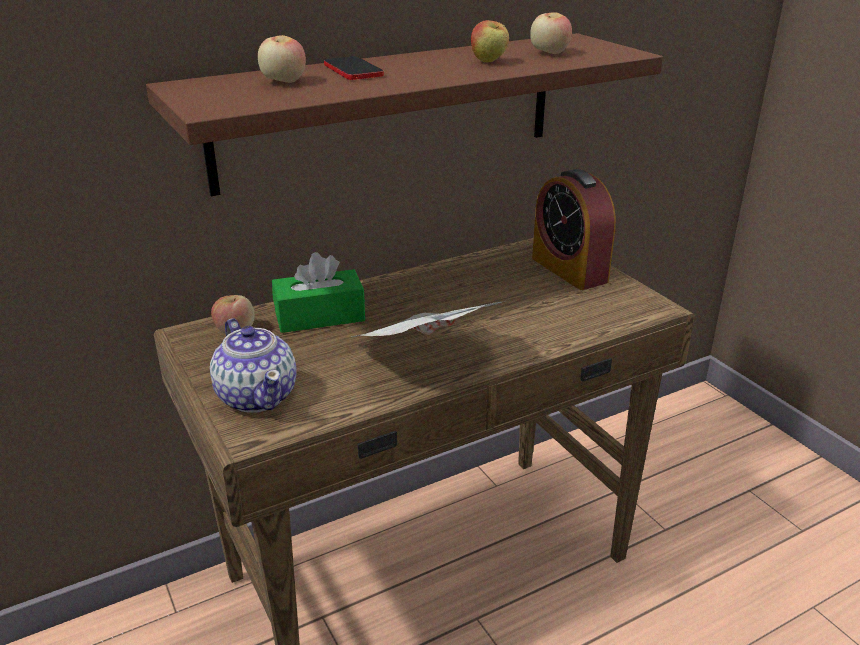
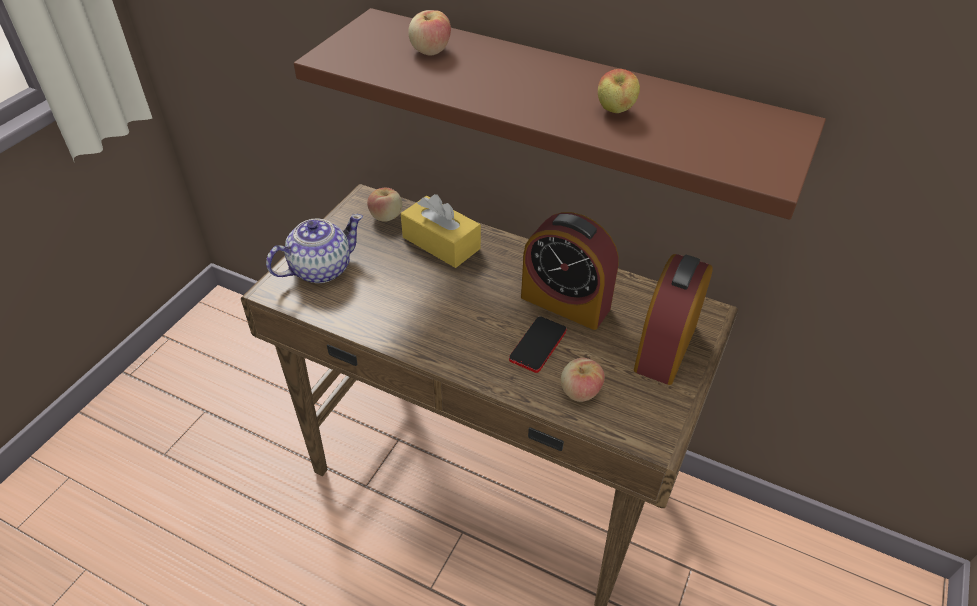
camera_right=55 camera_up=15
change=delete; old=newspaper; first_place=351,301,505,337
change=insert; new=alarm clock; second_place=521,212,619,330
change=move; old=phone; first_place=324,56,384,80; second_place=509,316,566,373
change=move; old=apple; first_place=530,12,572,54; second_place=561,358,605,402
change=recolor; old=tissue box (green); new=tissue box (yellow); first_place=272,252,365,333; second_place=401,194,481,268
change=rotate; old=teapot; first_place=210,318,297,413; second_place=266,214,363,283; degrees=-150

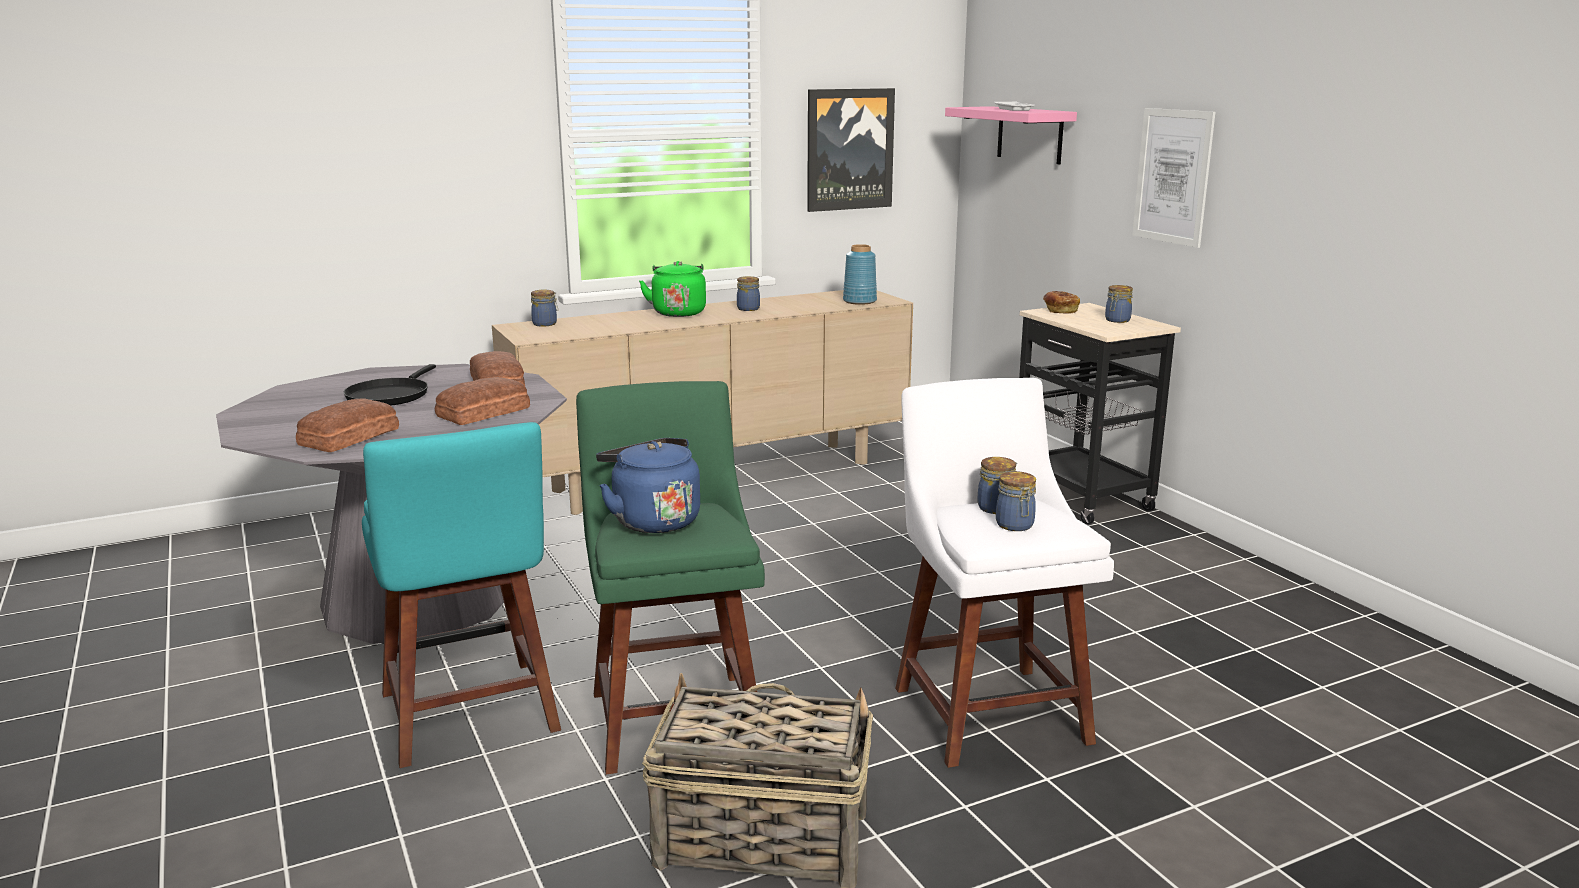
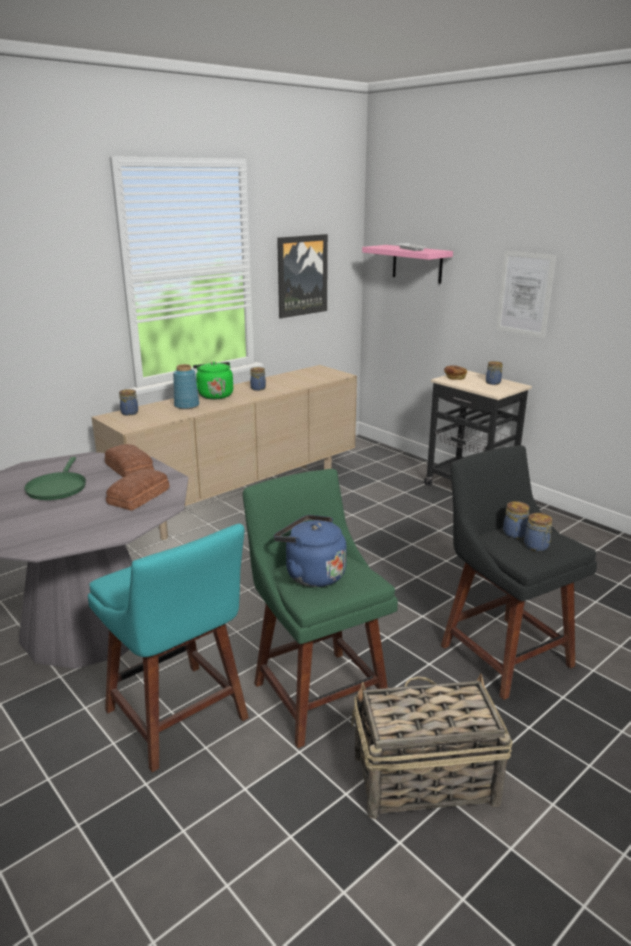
camera_right=-15 camera_up=5
change=delete; old=bread; first_place=296,398,399,452
change=move; old=vase (blue); first_place=843,244,877,305; second_place=173,364,199,409
change=recolor; old=frying pan (black); new=frying pan (green); first_place=344,364,436,406; second_place=24,457,86,500
change=recolor; old=stool (white); new=stool (black); first_place=895,378,1114,768; second_place=441,445,597,700

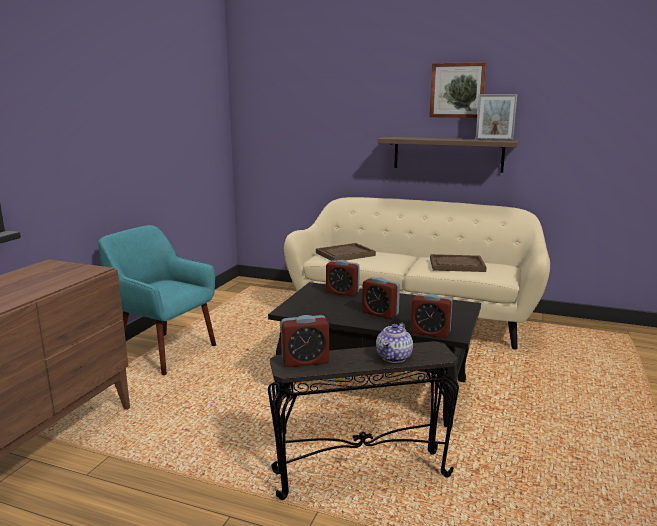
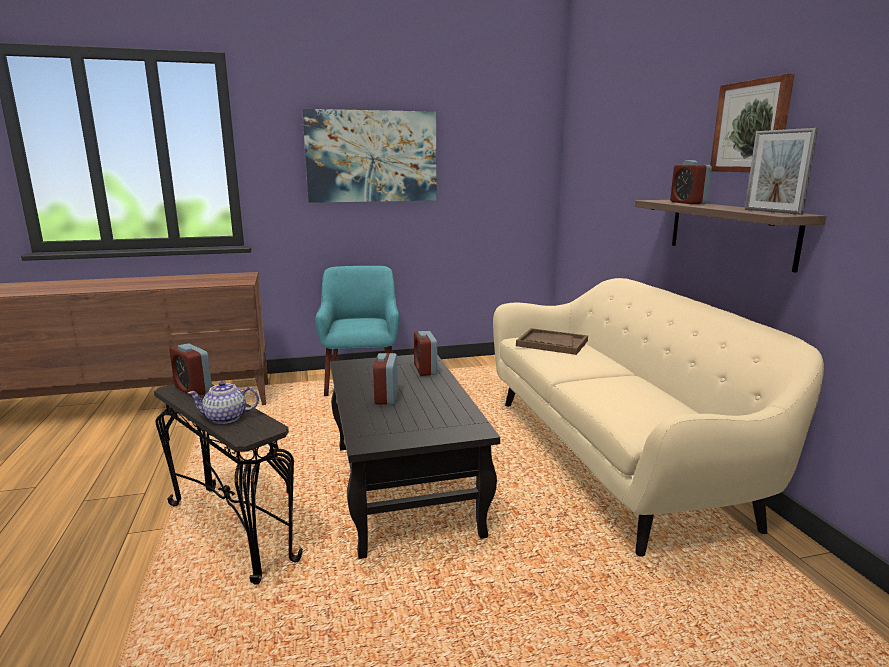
camera_right=55 camera_up=0
change=delete; old=tray (brown); first_place=430,254,487,272
change=insert; new=picture; second_place=302,109,436,203
change=move; old=alarm clock; first_place=411,294,453,338; second_place=670,160,712,204

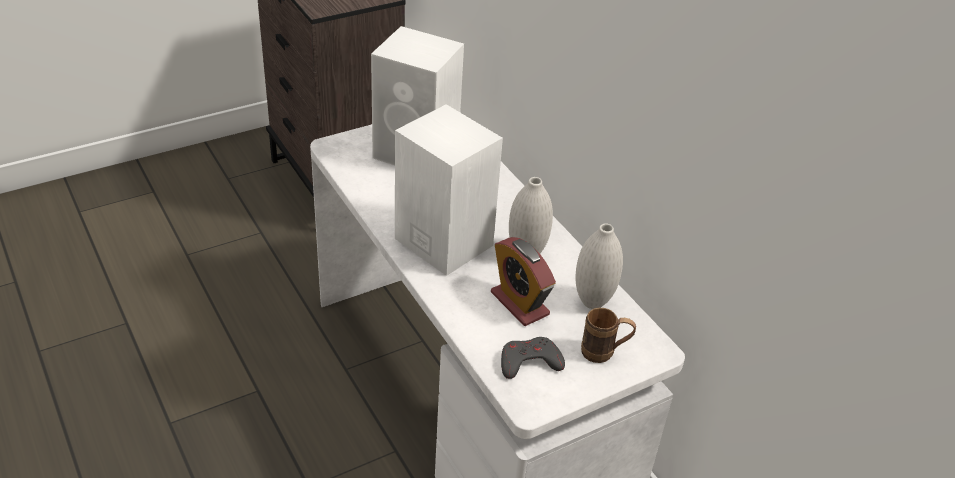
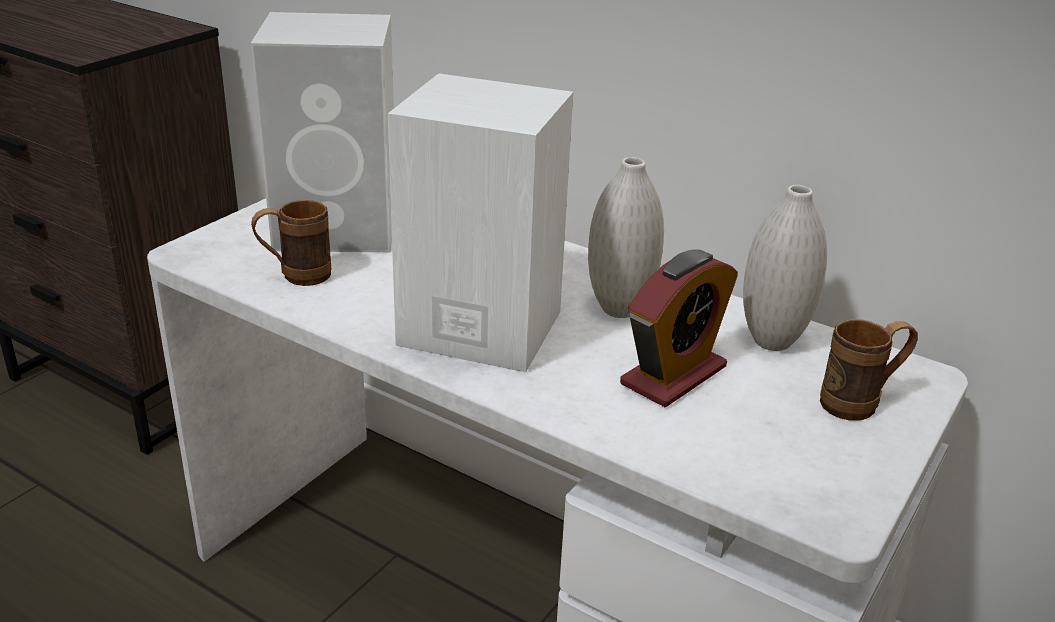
camera_right=-25 camera_up=-10
change=delete; old=game controller (grey); first_place=501,337,565,379
change=insert; new=mug (brown); second_place=251,200,331,286
change=rotate; old=alarm clock; first_place=491,237,556,326; second_place=620,250,738,407; degrees=-75

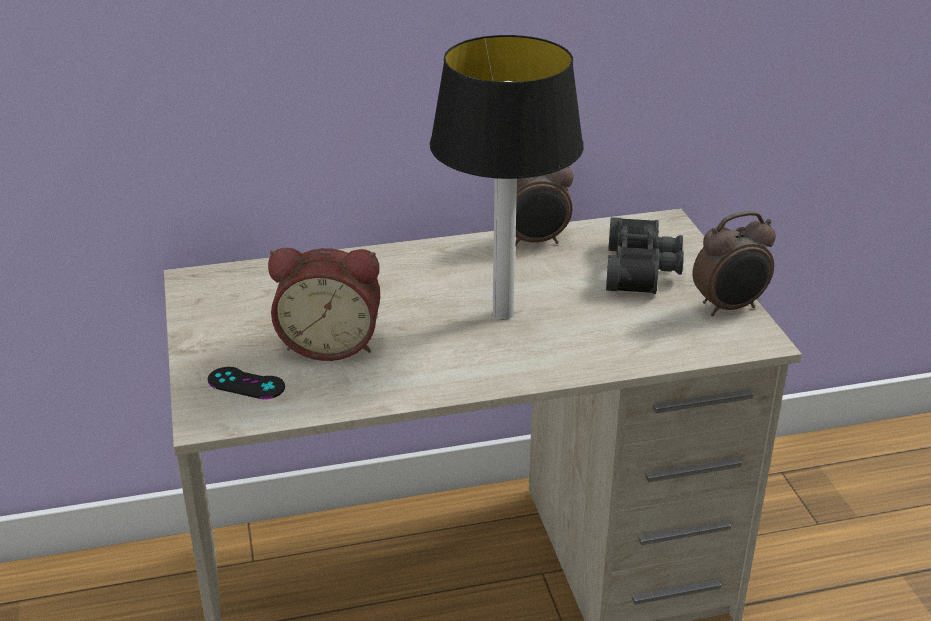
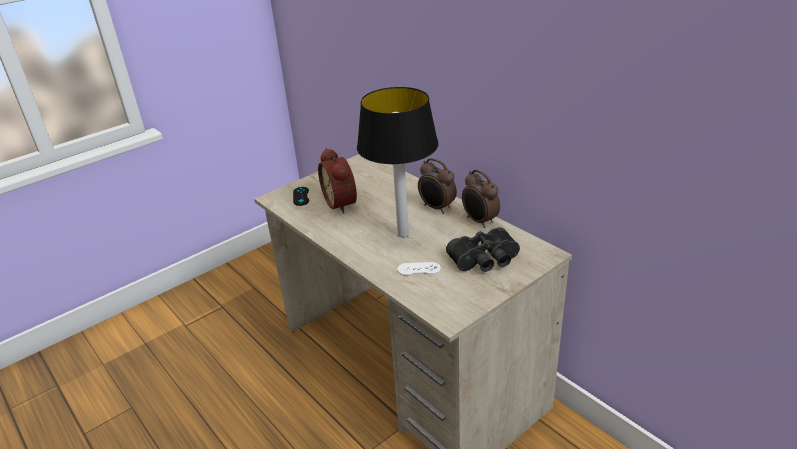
camera_right=65 camera_up=0
change=insert; new=game controller (white); second_place=397,262,441,276
change=move; old=alarm clock; first_place=693,211,776,316; second_place=418,158,457,214

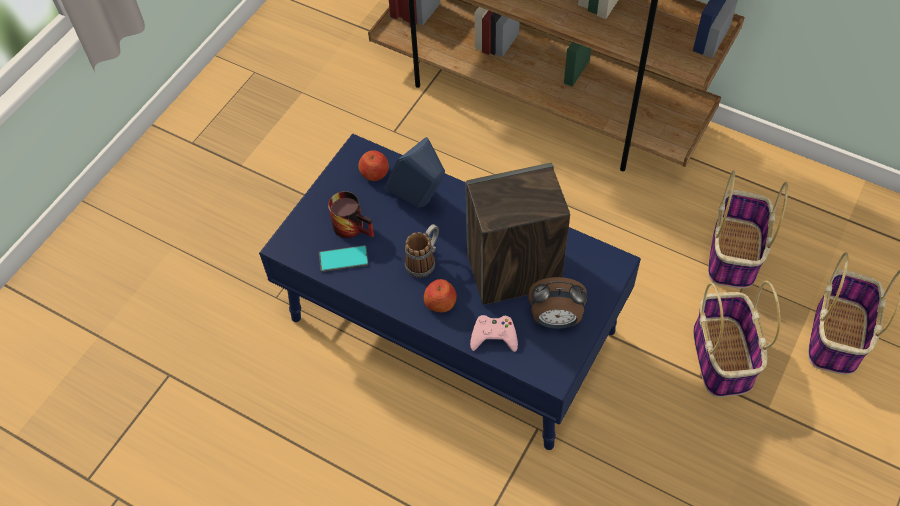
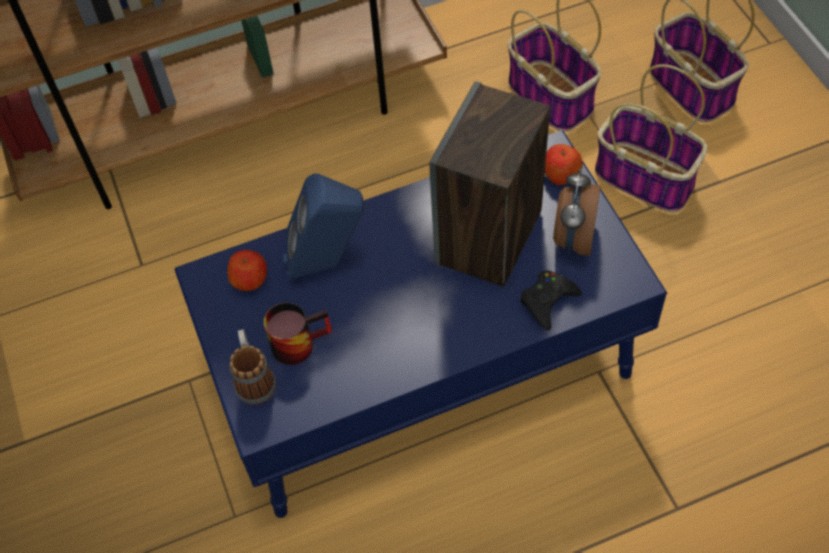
camera_right=-50 camera_up=0
change=delete; old=phone; first_place=319,245,369,272
change=move; old=mug; first_place=405,224,439,278; second_place=230,329,276,405
change=move; old=apple; first_place=424,279,457,312; second_place=545,144,583,185
change=recolor; old=game controller (pink); new=game controller (black); first_place=470,315,518,352; second_place=520,270,582,331
change=rotate; old=alarm clock; first_place=529,277,587,329; second_place=553,169,600,256; degrees=150

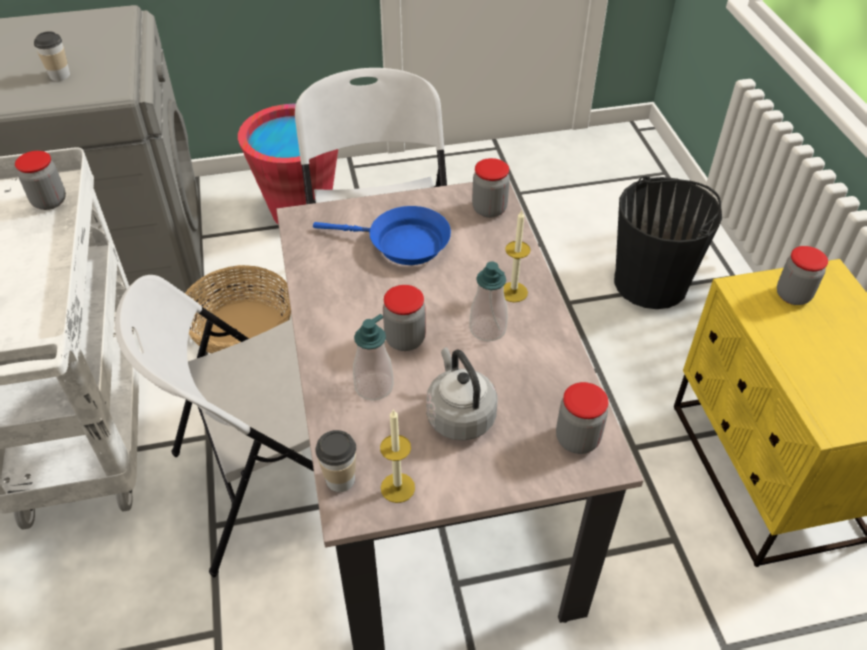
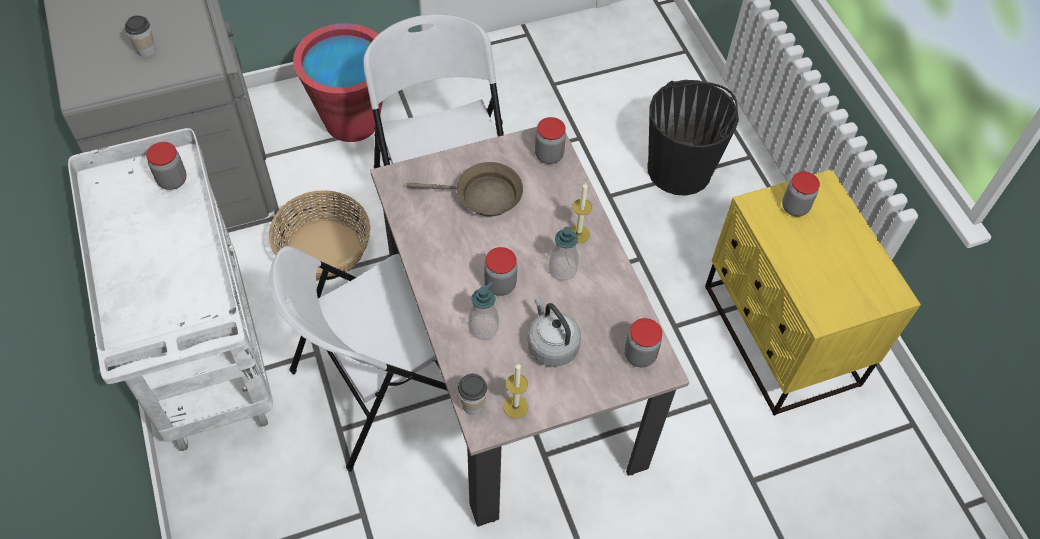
camera_right=-10 camera_up=10
change=recolor; old=frying pan (blue); new=frying pan (brown); first_place=313,206,451,265; second_place=406,162,523,216

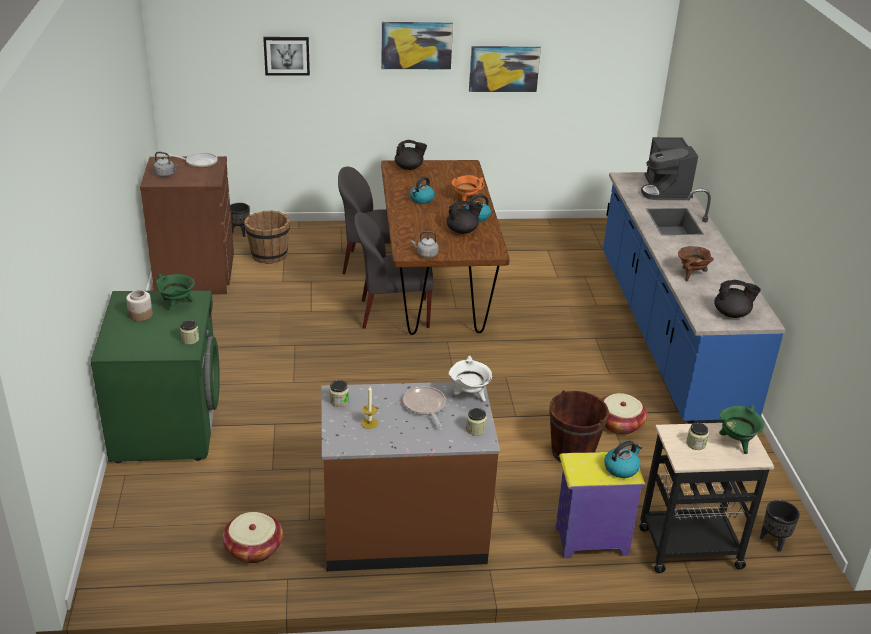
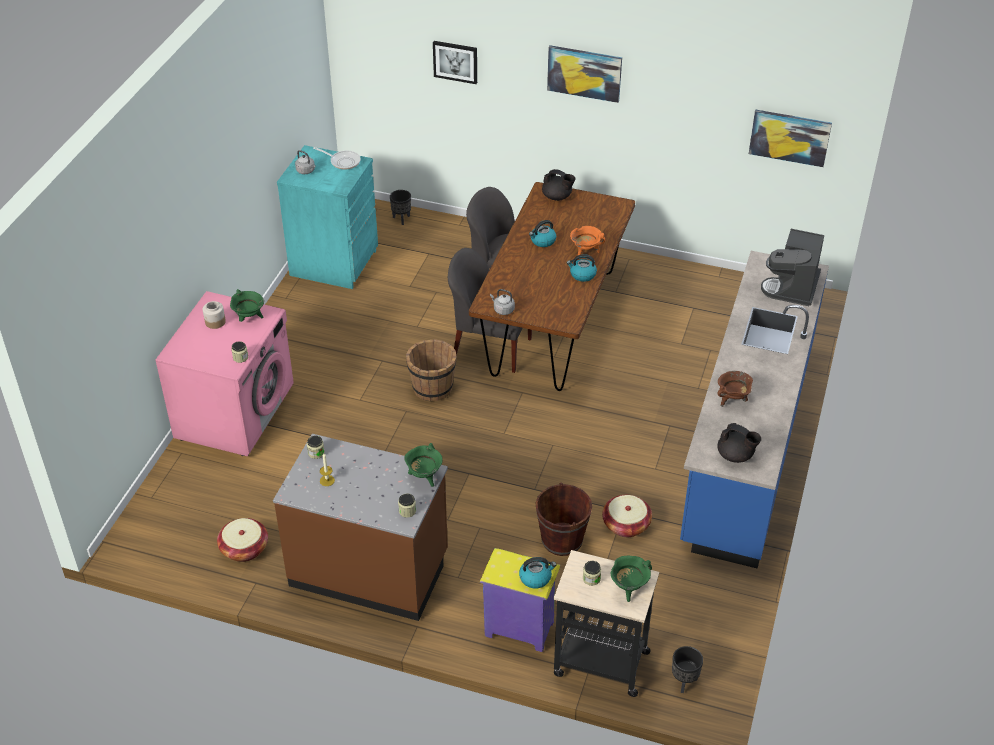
camera_right=25 camera_up=10
change=delete; old=frying pan; first_place=403,386,446,427
change=delete; old=teapot (black); first_place=447,201,483,234
change=move; old=bucket (brown); first_place=244,211,290,264; second_place=406,339,457,401
change=move; old=picture; first_place=469,46,541,92; second_place=749,110,832,167
change=recolor; old=washing machine (green); new=washing machine (pink); first_place=91,290,220,464; second_place=156,291,294,456
change=recolor; old=dresser (brown); new=dresser (turquoise); first_place=140,156,234,295; second_place=277,145,378,289
change=recolor; old=cooking pot (white); new=cooking pot (green); first_place=449,356,492,402; second_place=404,443,442,487

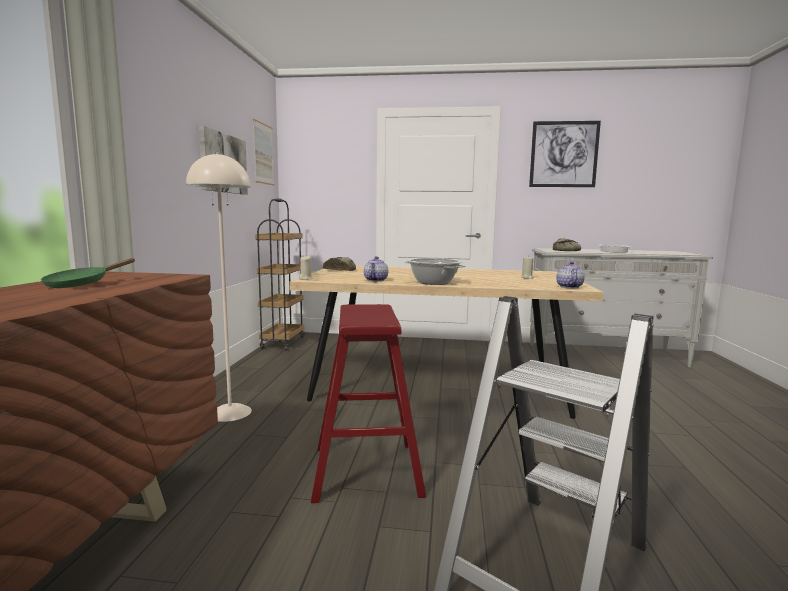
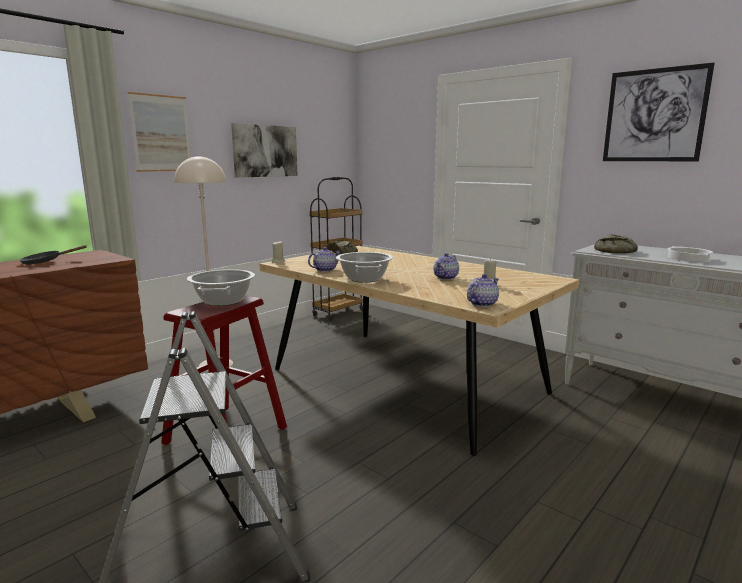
camera_right=35 camera_up=5
change=insert; new=cooking pot; second_place=187,269,255,306
change=insert; new=teapot; second_place=433,253,459,280
change=move; old=picture; first_place=252,119,274,185; second_place=128,92,191,172
change=recolor; old=frying pan (green); new=frying pan (black); first_place=41,258,135,288; second_place=20,245,87,265

